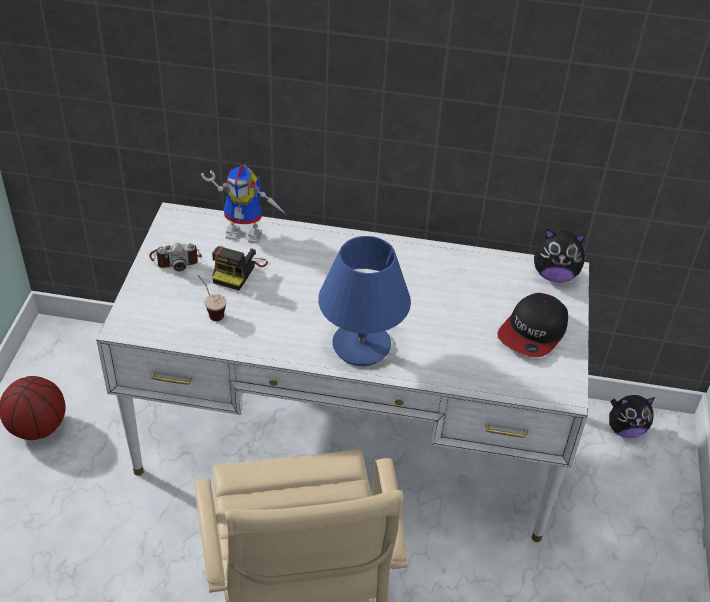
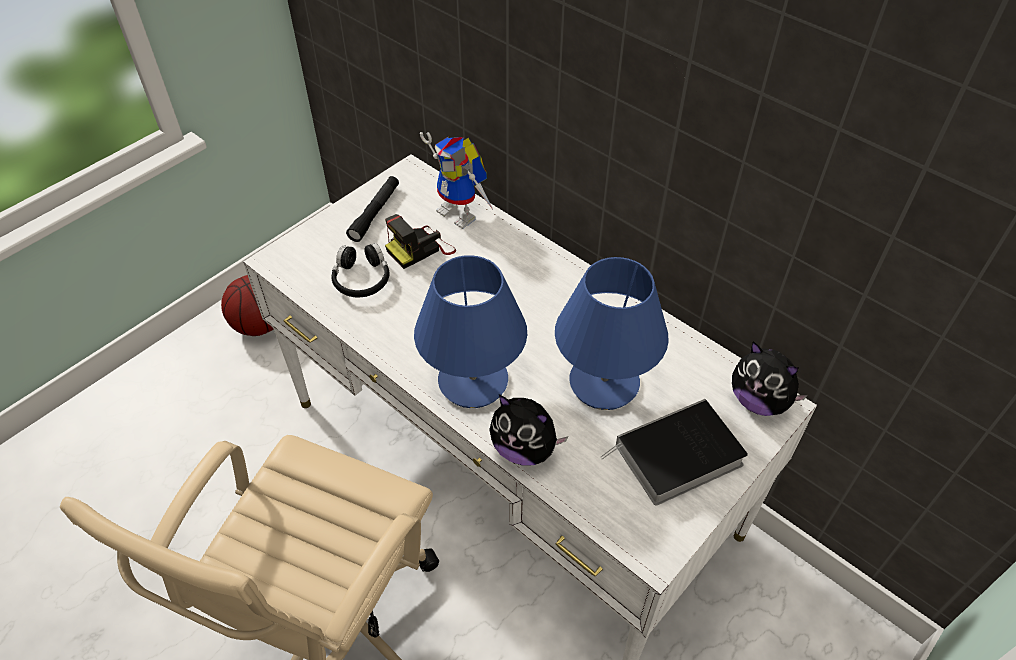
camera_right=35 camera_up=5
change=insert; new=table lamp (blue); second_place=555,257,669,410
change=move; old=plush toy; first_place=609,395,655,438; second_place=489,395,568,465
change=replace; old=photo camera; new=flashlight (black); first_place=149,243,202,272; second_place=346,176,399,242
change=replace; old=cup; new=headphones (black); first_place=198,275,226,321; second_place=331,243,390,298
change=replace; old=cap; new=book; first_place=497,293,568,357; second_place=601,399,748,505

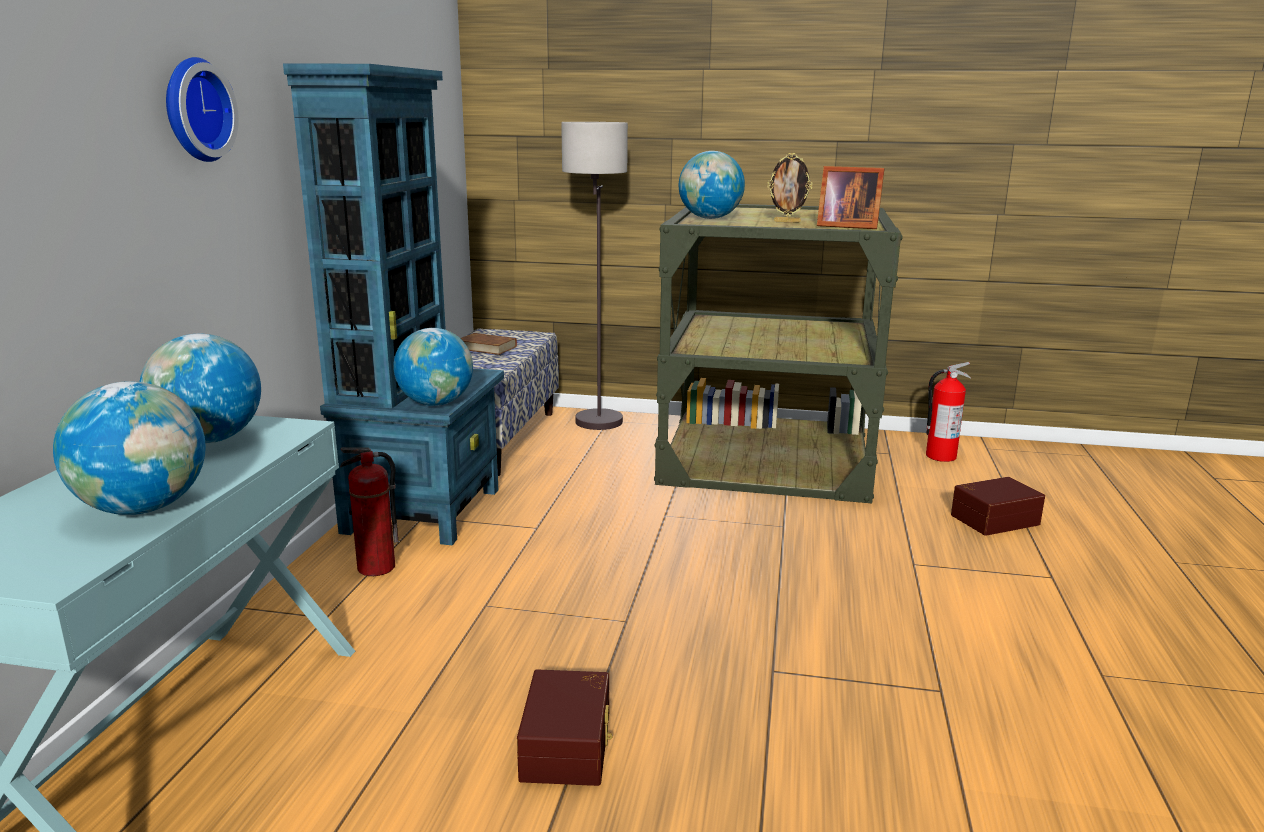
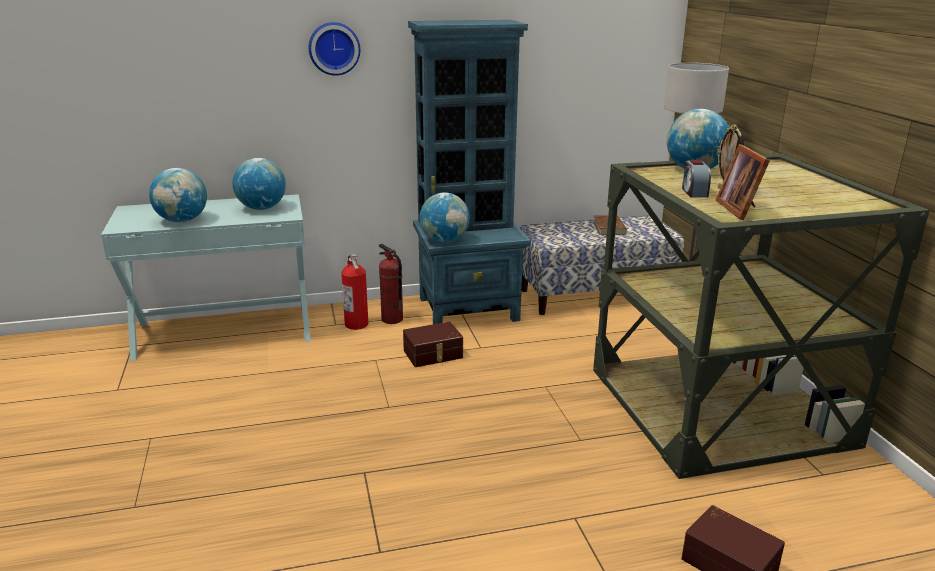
camera_right=65 camera_up=5
change=insert; new=alarm clock; second_place=682,160,711,198
change=move; old=storage box (brown); first_place=517,669,613,786; second_place=403,322,463,367
change=move; old=fire extinguisher; first_place=926,362,971,462; second_place=341,254,368,330

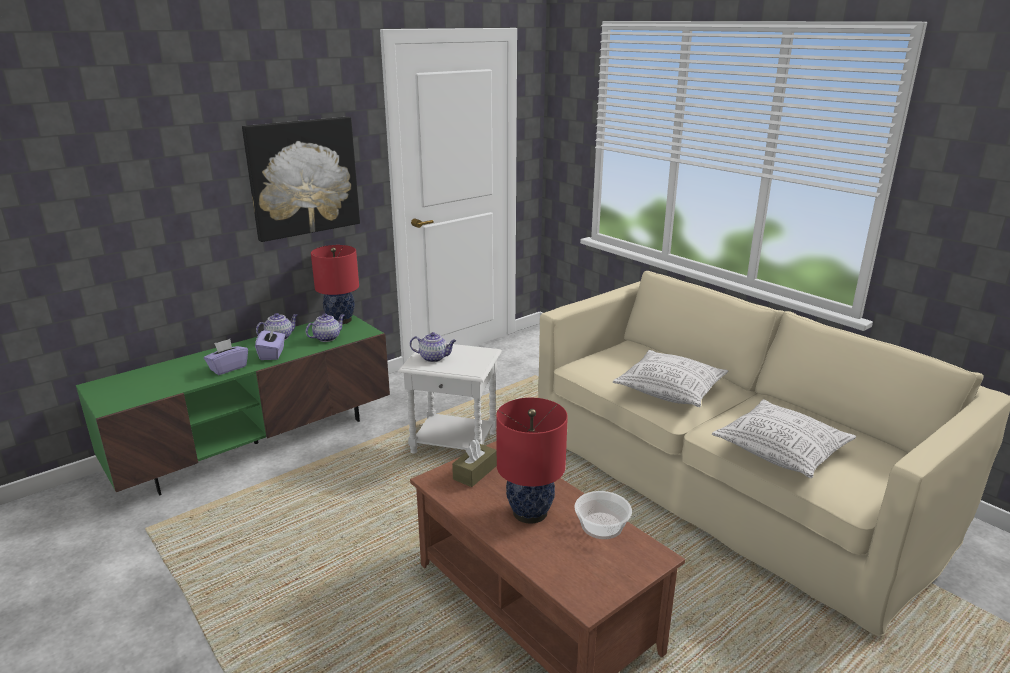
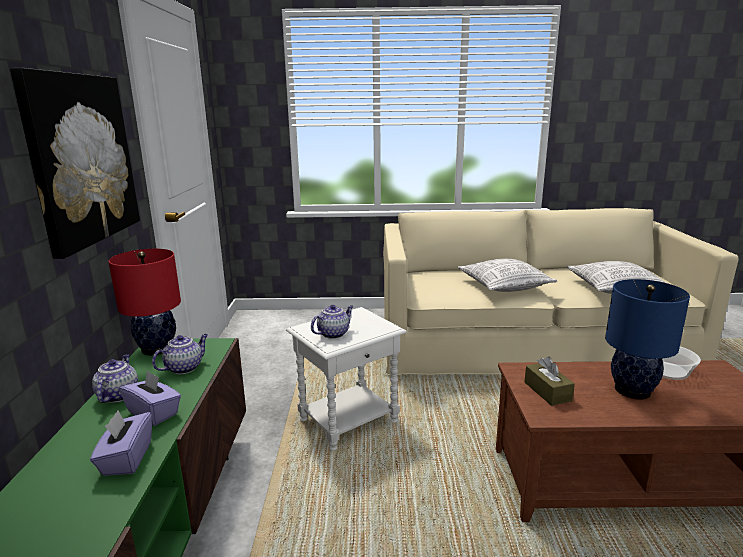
camera_right=-50 camera_up=-5
change=recolor; old=table lamp (red); new=table lamp (blue); first_place=496,398,568,524; second_place=605,279,690,400
change=rotate; old=teapot; first_place=306,314,344,342; second_place=152,334,208,374; degrees=45

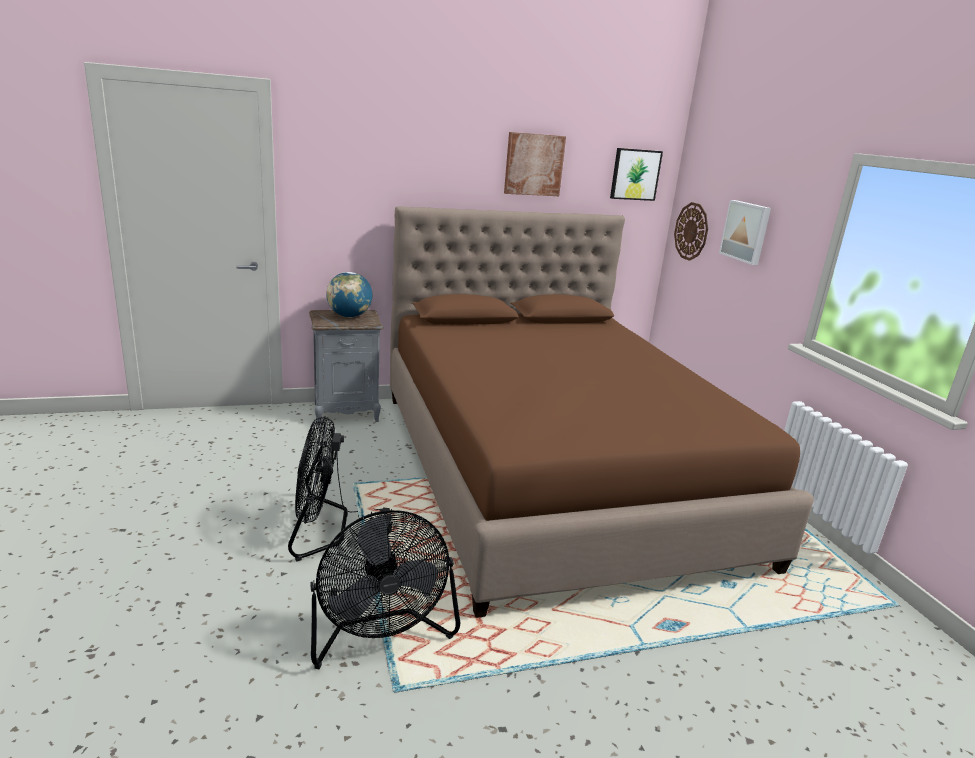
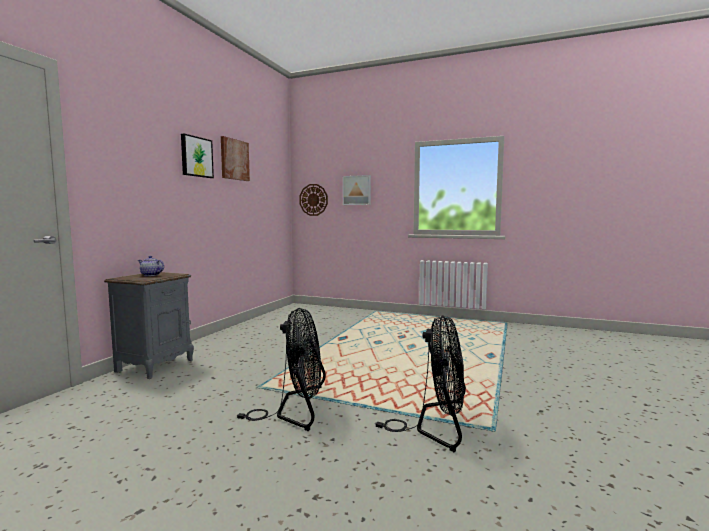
camera_right=-50 camera_up=-15
change=delete; old=bed (brown); first_place=390,206,814,618
change=move; old=picture; first_place=610,148,663,201; second_place=181,134,214,178
change=replace; old=globe; new=teapot; first_place=326,272,372,317; second_place=138,256,164,276
change=rotate; old=fan (black); first_place=288,416,390,562; second_place=236,308,326,431; degrees=-120

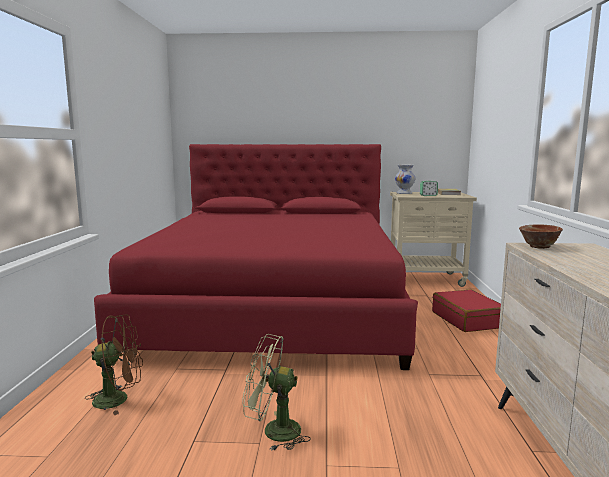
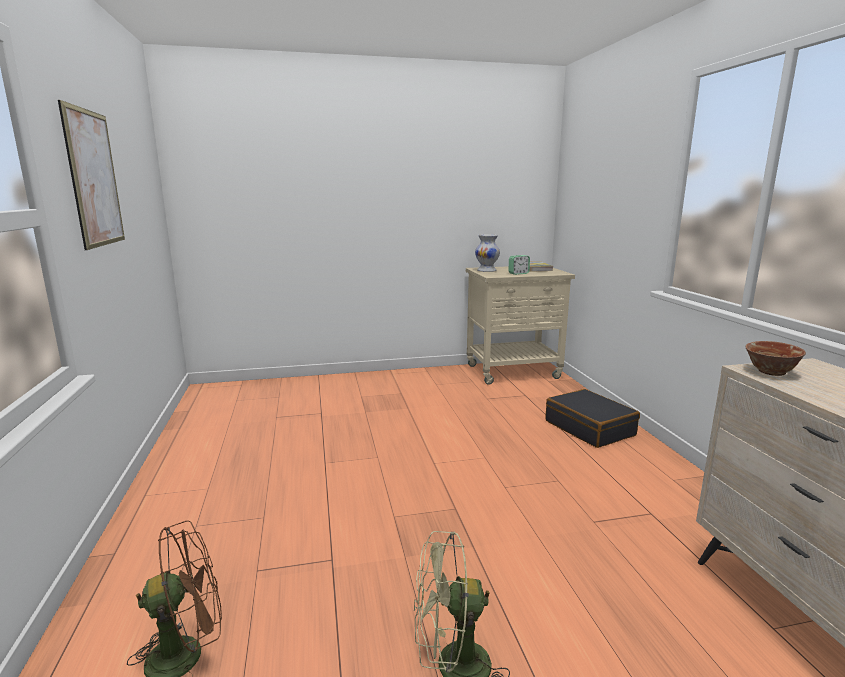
camera_right=-15 camera_up=5
change=delete; old=bed (red); first_place=94,144,418,370
change=insert; new=picture; second_place=58,100,125,250
change=recolor; old=suitcase (red); new=suitcase (black); first_place=432,289,501,332; second_place=545,389,640,448

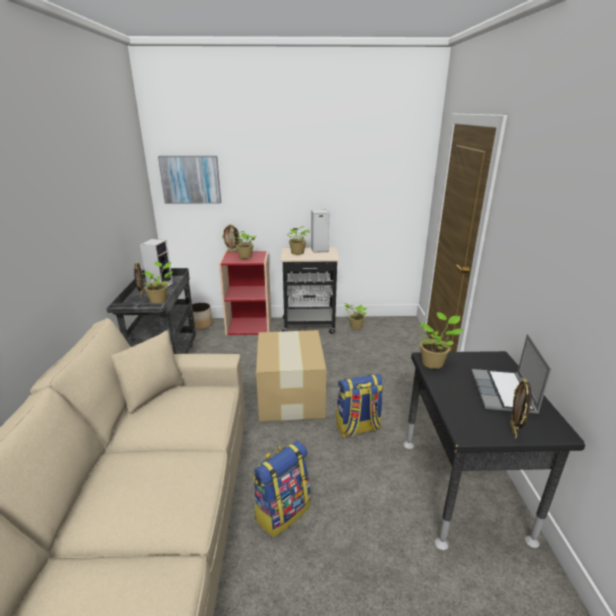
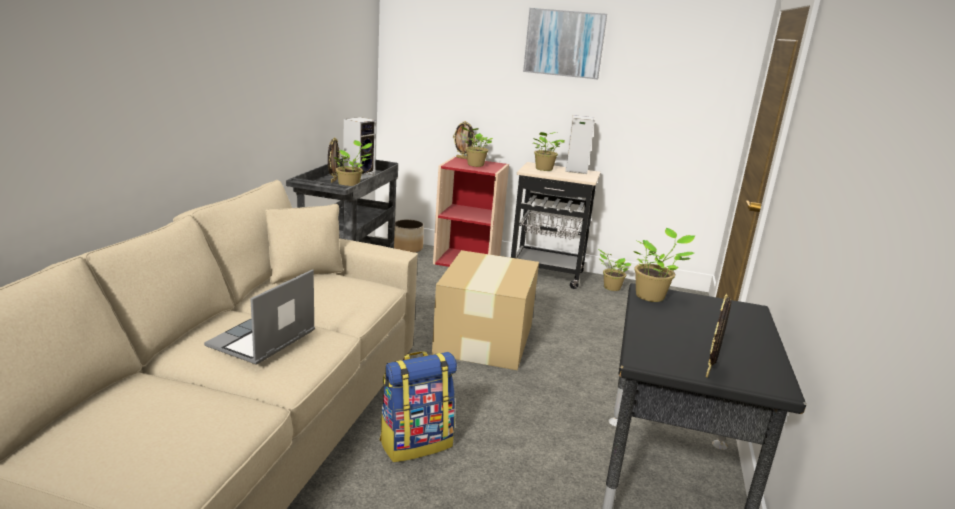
camera_right=15 camera_up=-5
change=delete; old=backpack; first_place=336,374,384,437
change=move; old=picture; first_place=158,156,221,204; second_place=523,8,607,79
change=move; old=laptop; first_place=471,334,551,414; second_place=204,269,315,365

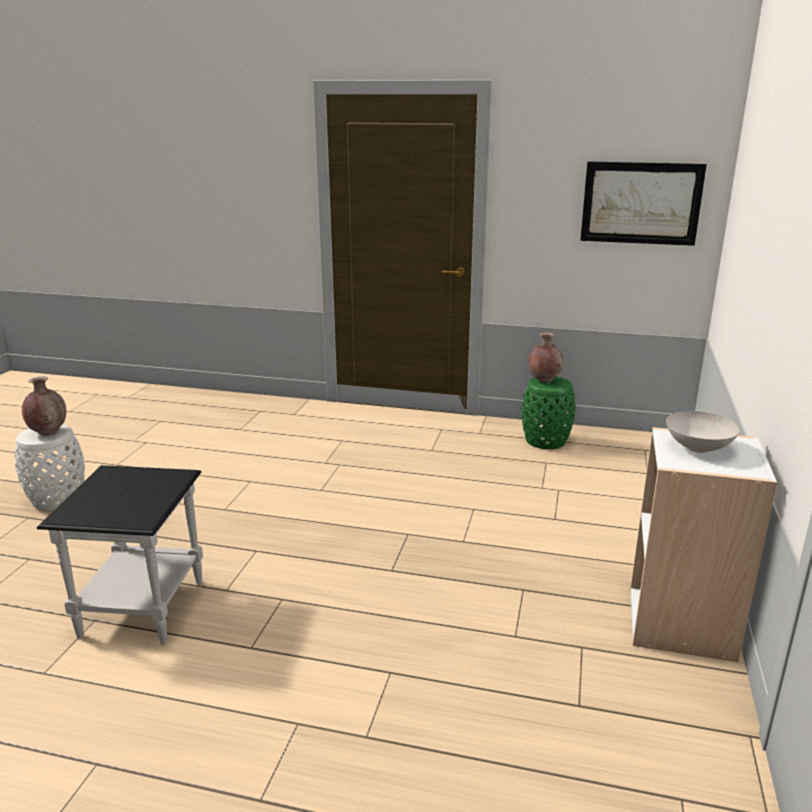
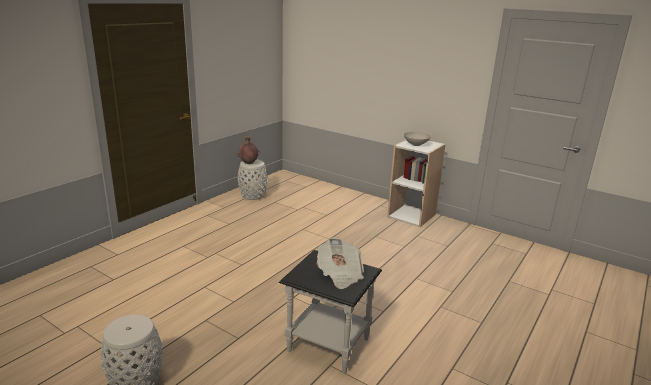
camera_right=-70 camera_up=0
change=delete; old=vase (brown); first_place=22,376,66,436
change=delete; old=picture; first_place=580,161,707,246
change=insert; new=newspaper; second_place=317,237,364,289
change=recolor; old=stool (green); new=stool (white); first_place=521,376,576,449; second_place=238,159,268,200

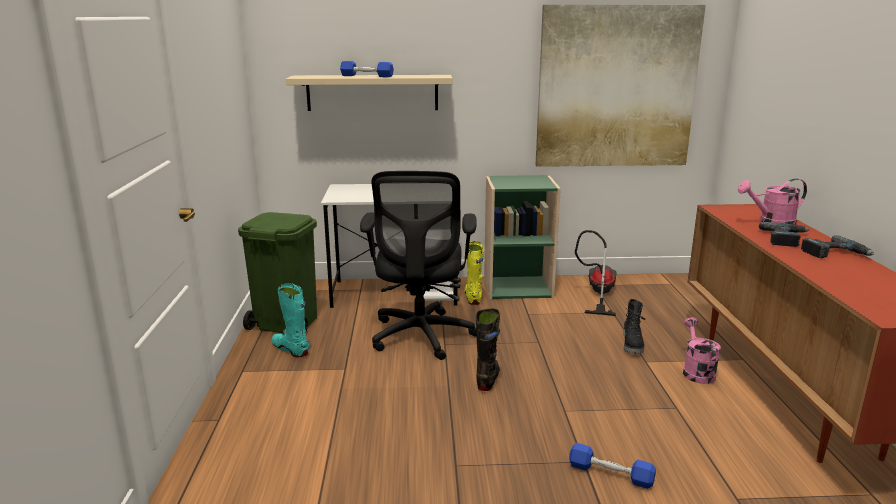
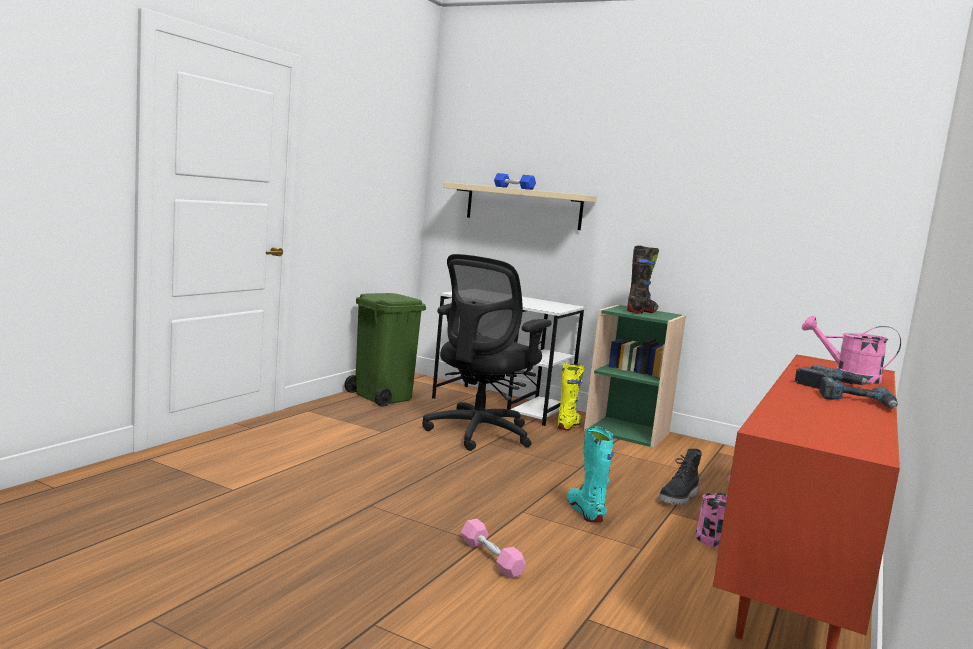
camera_right=30 camera_up=-10
change=delete; old=picture; first_place=536,5,706,167
change=delete; old=vacuum cleaner; first_place=575,230,616,316
change=move; old=boot (turquoise); first_place=272,283,309,358; second_place=567,427,614,523
change=move; old=boot (black); first_place=476,308,500,391; second_place=627,245,659,314
change=recolor; old=dumbbell (blue); new=dumbbell (pink); first_place=569,443,656,489; second_place=461,519,526,578

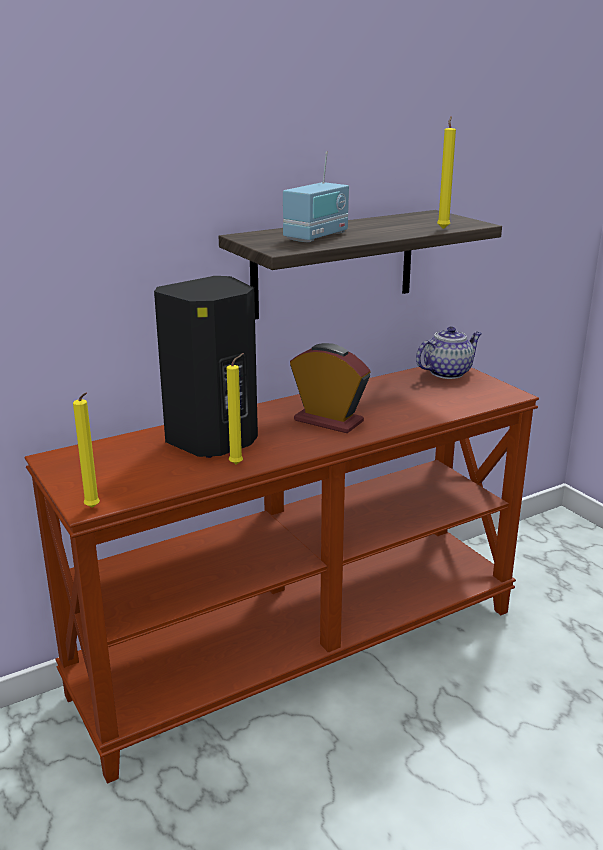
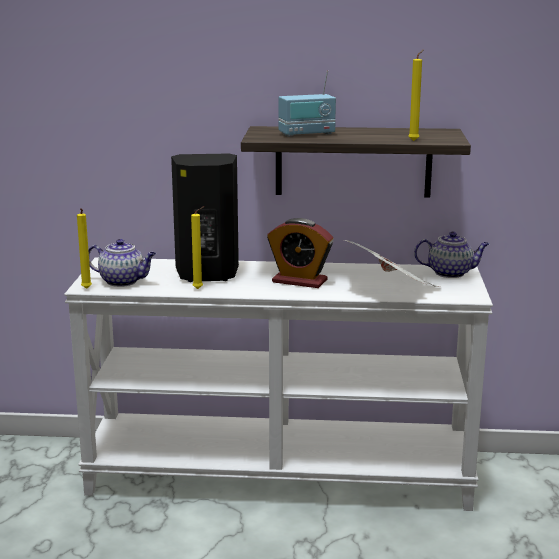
camera_right=35 camera_up=-5
change=insert; new=teapot; second_place=88,239,156,287
change=insert; new=newspaper; second_place=344,240,440,287
change=recolor; old=console table (brown); new=console table (white); first_place=24,365,539,784; second_place=64,258,493,511
change=rotate; old=alarm clock; first_place=290,343,370,433; second_place=267,218,334,288; degrees=135

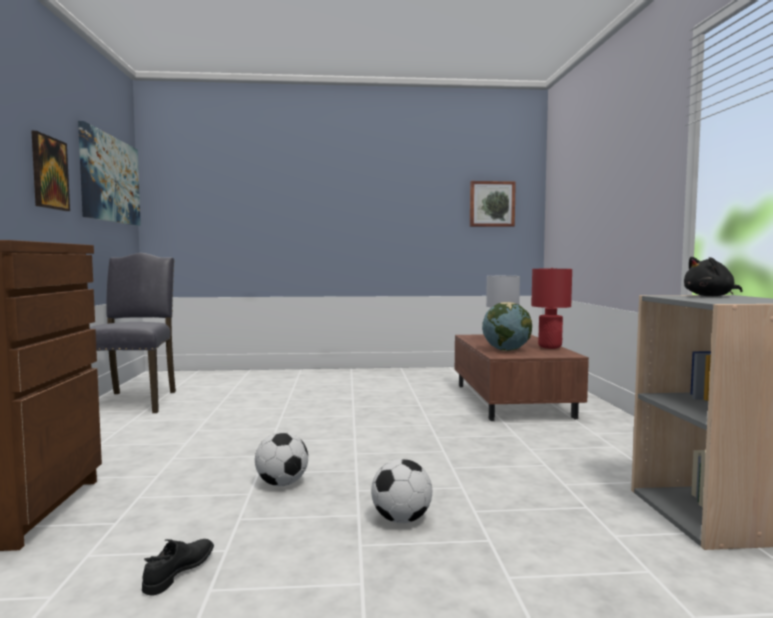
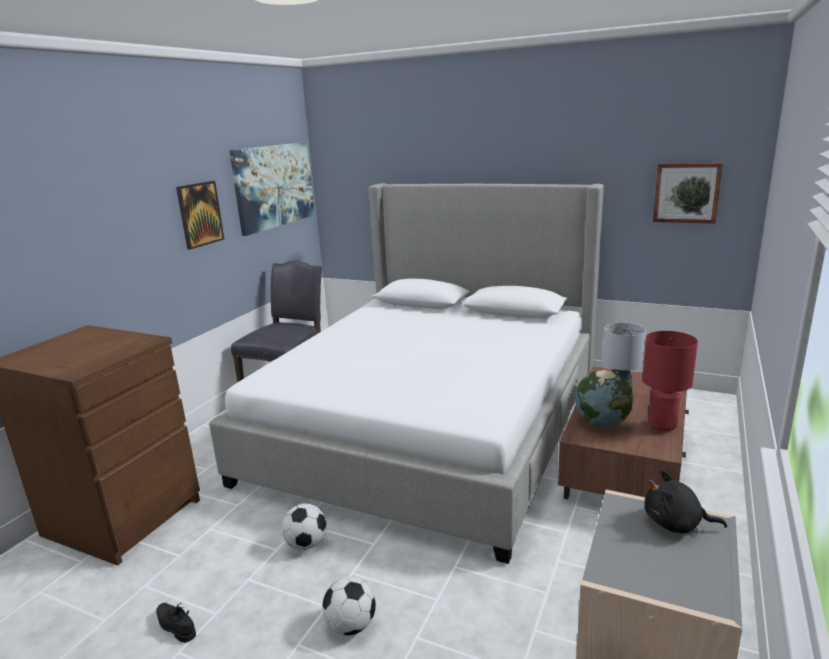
camera_right=30 camera_up=15
change=insert; new=bed; second_place=209,183,604,564
change=rotate; old=shoe (black); first_place=142,539,214,596; second_place=156,603,196,643; degrees=-105

